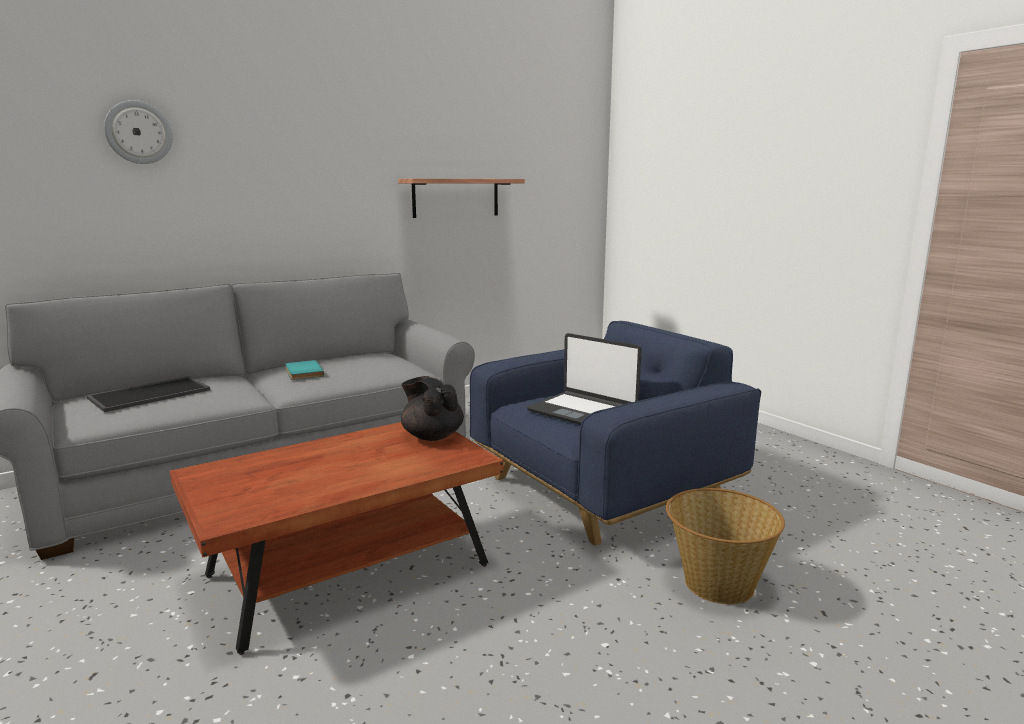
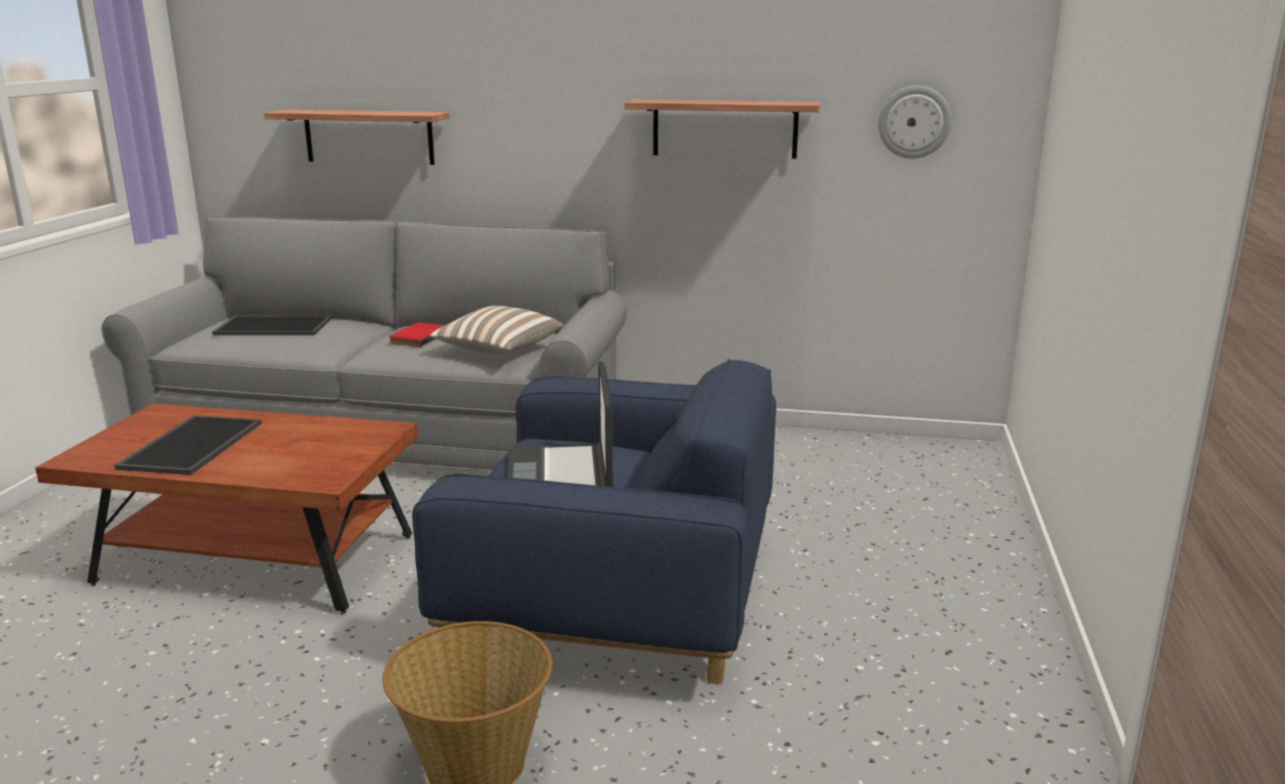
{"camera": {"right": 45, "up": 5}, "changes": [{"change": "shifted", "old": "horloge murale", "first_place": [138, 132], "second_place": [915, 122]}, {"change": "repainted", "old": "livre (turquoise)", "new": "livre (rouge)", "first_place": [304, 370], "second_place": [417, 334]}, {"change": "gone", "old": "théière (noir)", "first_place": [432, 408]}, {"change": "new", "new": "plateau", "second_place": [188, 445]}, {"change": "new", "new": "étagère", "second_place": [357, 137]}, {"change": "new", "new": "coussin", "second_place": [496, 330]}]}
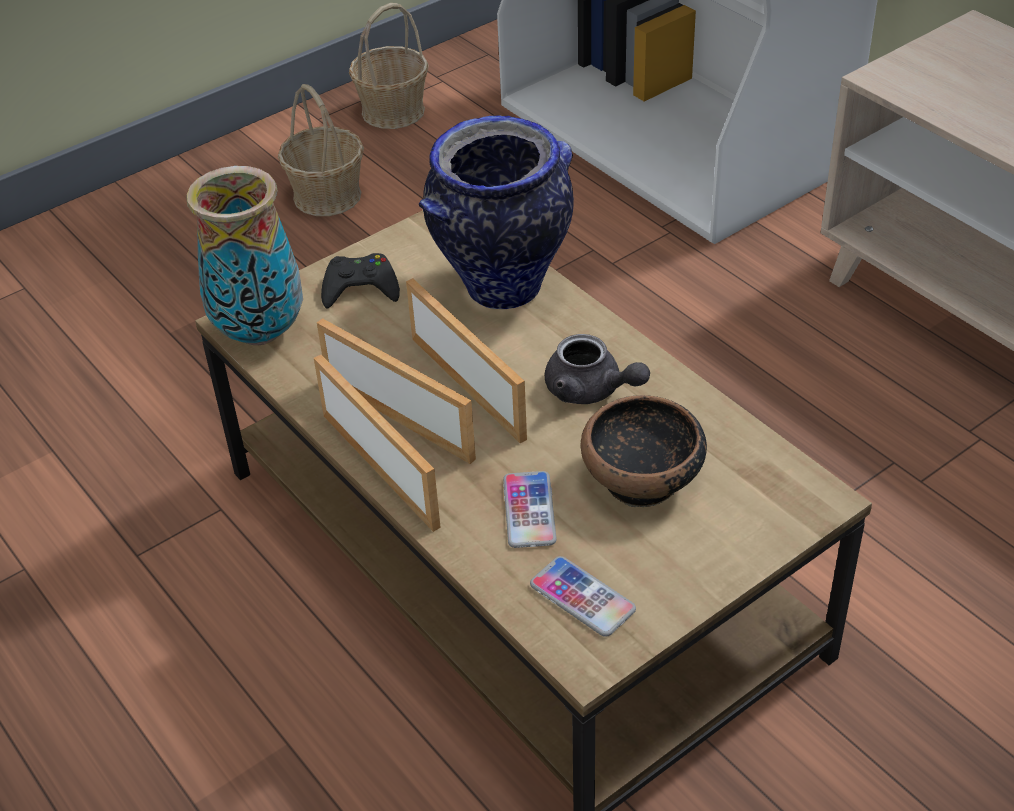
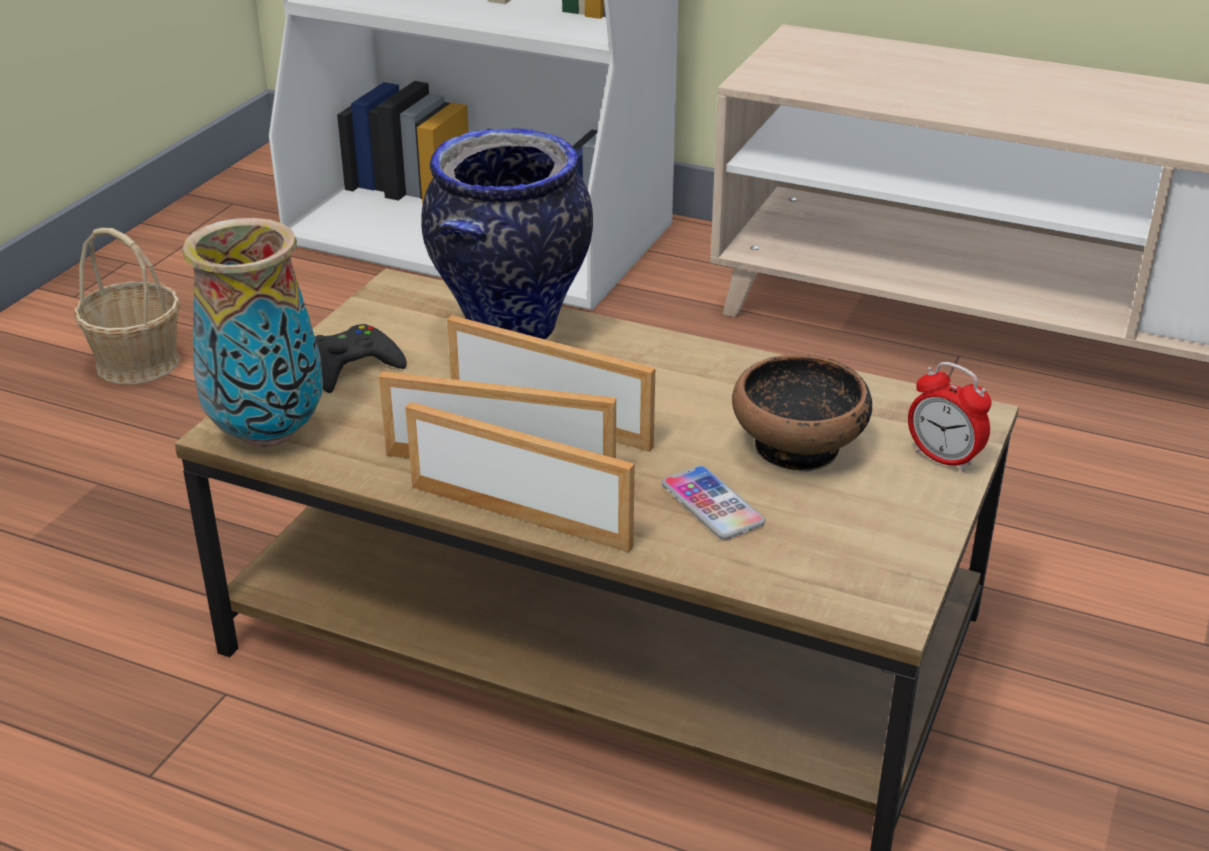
{"camera": {"right": -30, "up": -10}, "changes": [{"change": "gone", "old": "panier", "first_place": [389, 66]}, {"change": "gone", "old": "téléphone", "first_place": [583, 596]}, {"change": "gone", "old": "théière (gris)", "first_place": [597, 369]}, {"change": "new", "new": "réveil", "second_place": [949, 417]}]}
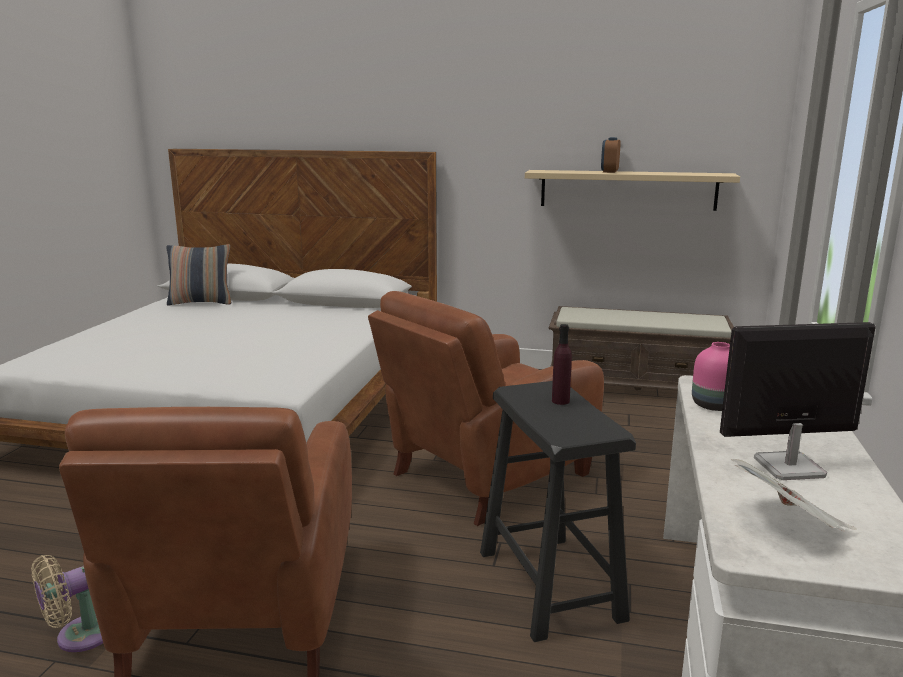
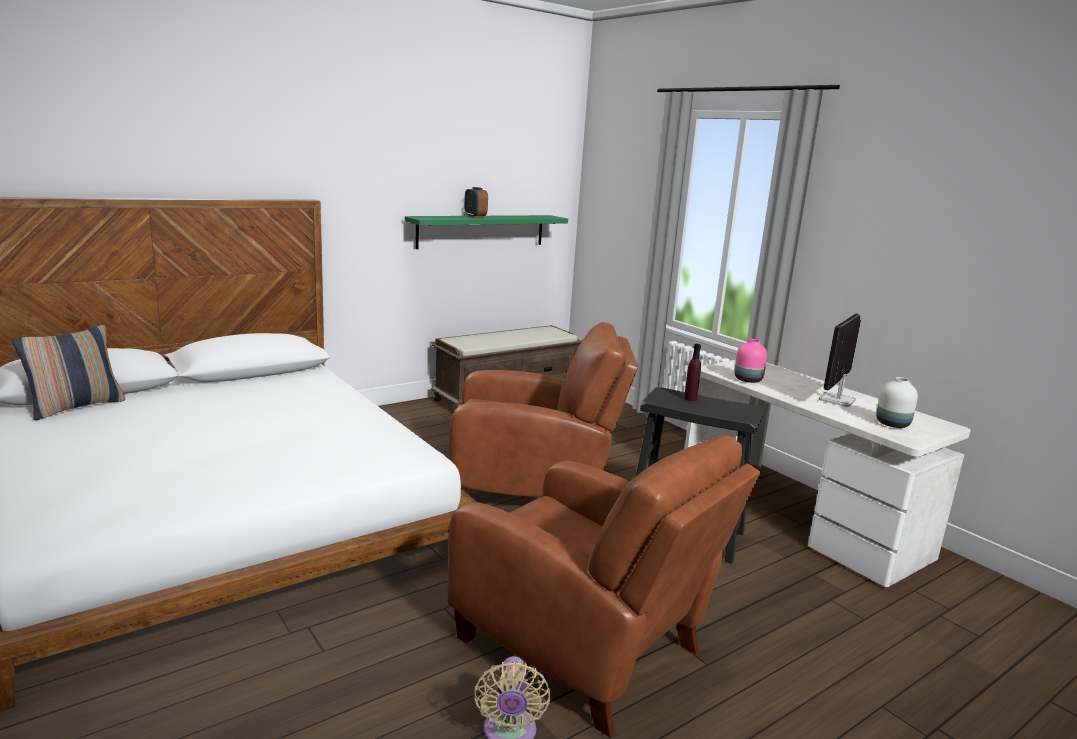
{"camera": {"right": -50, "up": 0}, "changes": [{"change": "rotated", "old": "fauteuil (marron)", "first_place": [486, 408], "second_place": [543, 409], "degrees": -90}, {"change": "repainted", "old": "étagère (beige)", "new": "étagère (vert)", "first_place": [632, 190], "second_place": [486, 232]}, {"change": "swapped", "old": "journal", "new": "vase (blanc)", "first_place": [794, 495], "second_place": [897, 402]}]}
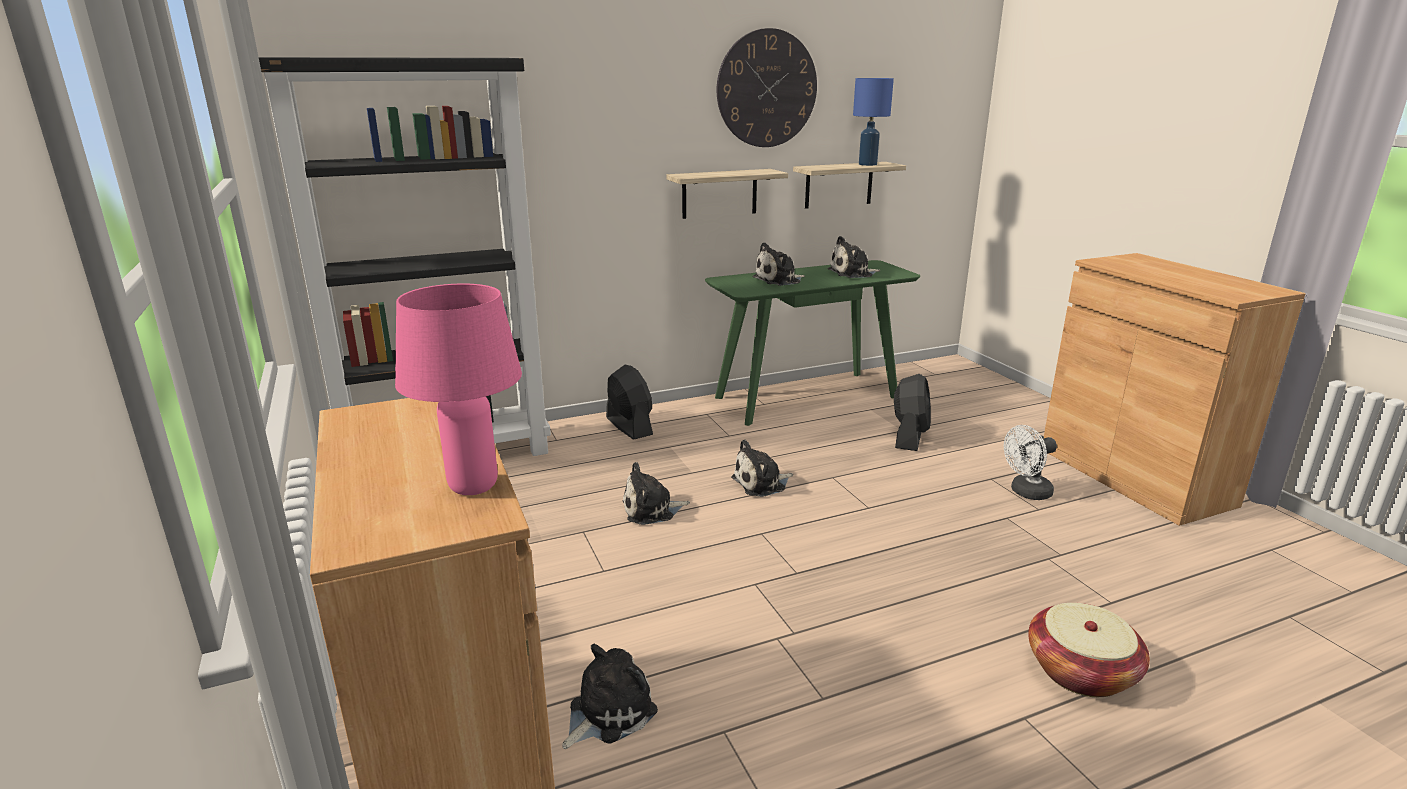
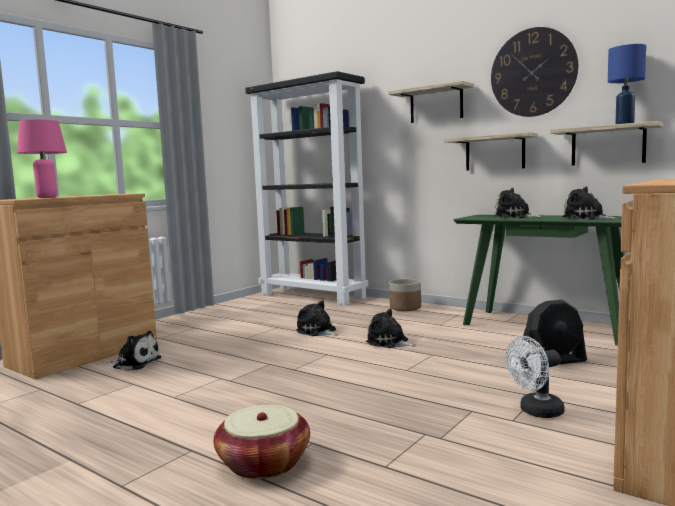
{"camera": {"right": 60, "up": -15}, "changes": [{"change": "swapped", "old": "ventilateur (noir)", "new": "cache-pot", "first_place": [629, 402], "second_place": [405, 295]}, {"change": "rotated", "old": "ventilateur (blanc)", "first_place": [1030, 462], "second_place": [535, 377], "degrees": -60}, {"change": "new", "new": "étagère", "second_place": [431, 102]}]}
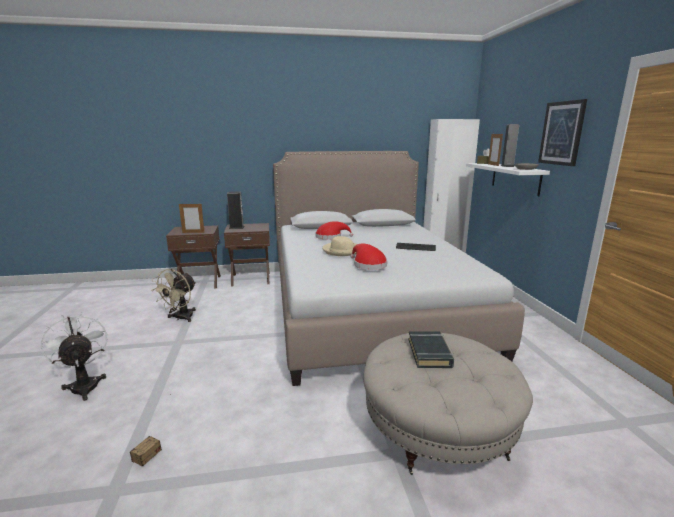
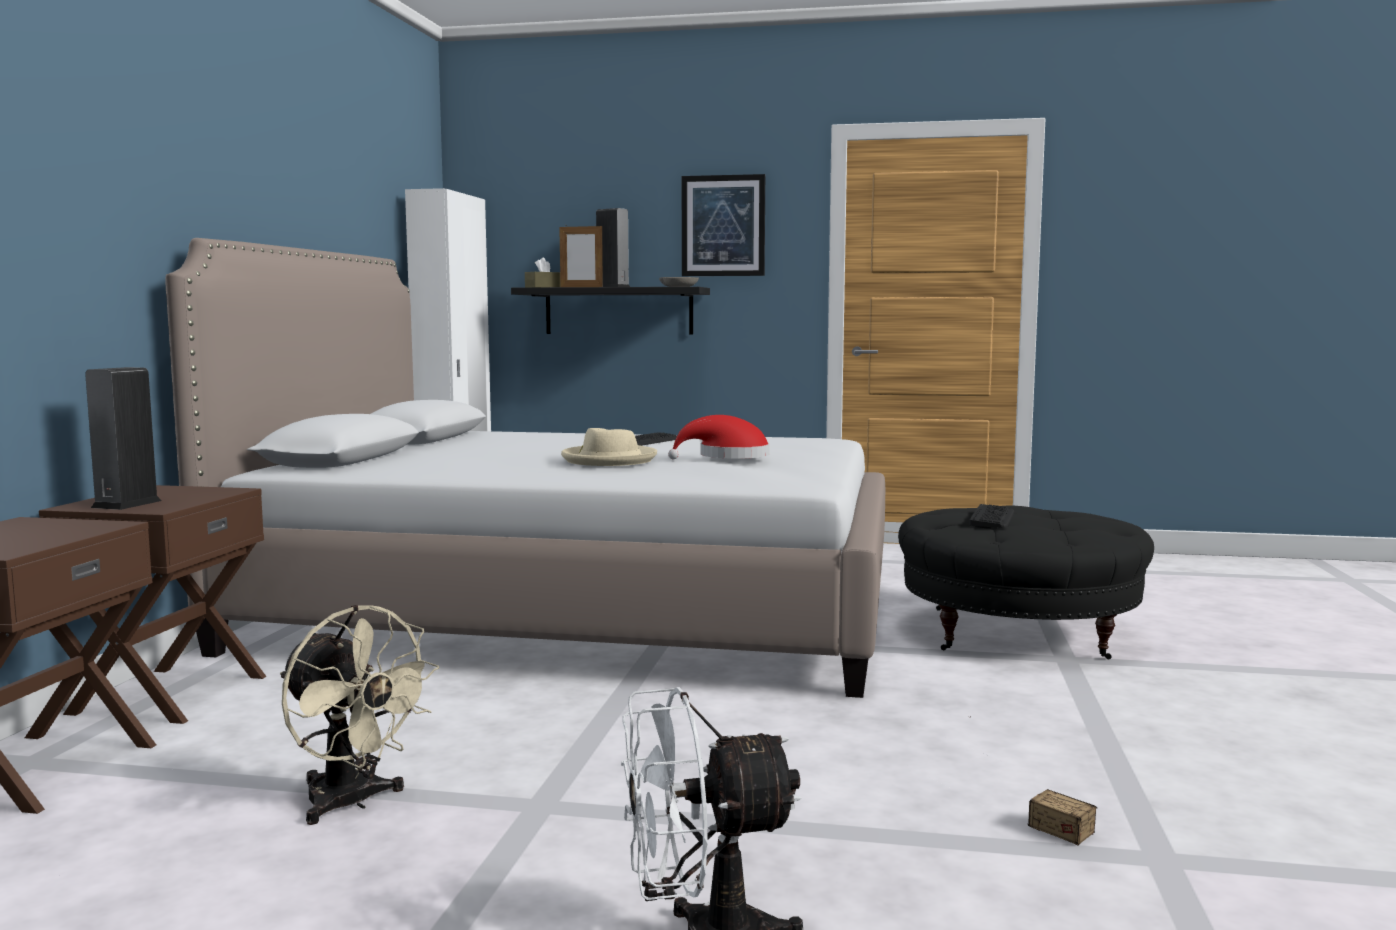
{"camera": {"right": -70, "up": -10}, "changes": [{"change": "gone", "old": "cadre photo", "first_place": [192, 218]}, {"change": "gone", "old": "chapeau (rouge)", "first_place": [334, 230]}, {"change": "repainted", "old": "pouf (beige)", "new": "pouf (noir)", "first_place": [448, 404], "second_place": [1026, 582]}, {"change": "swapped", "old": "livre (noir)", "new": "clavier", "first_place": [431, 349], "second_place": [991, 516]}, {"change": "repainted", "old": "étagère (blanc)", "new": "étagère (noir)", "first_place": [508, 179], "second_place": [610, 310]}]}
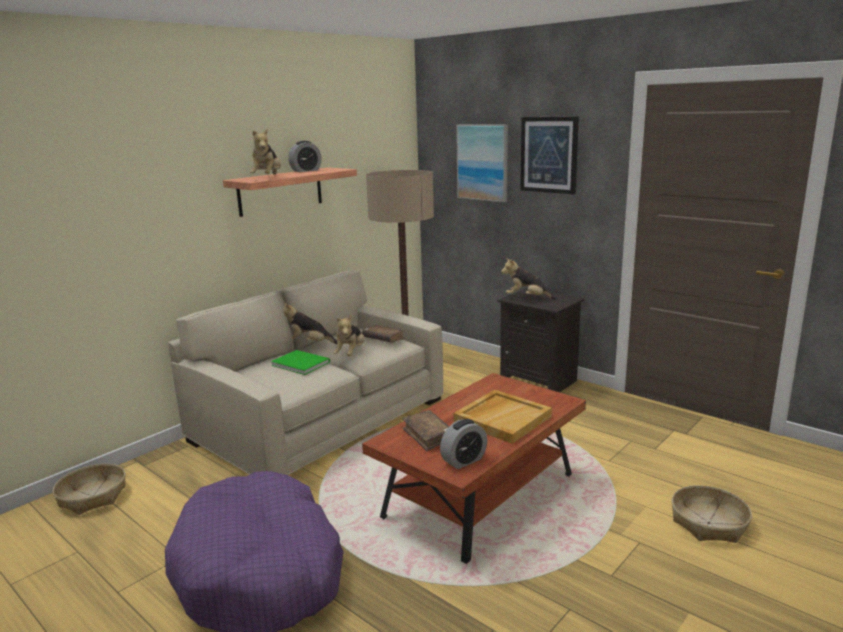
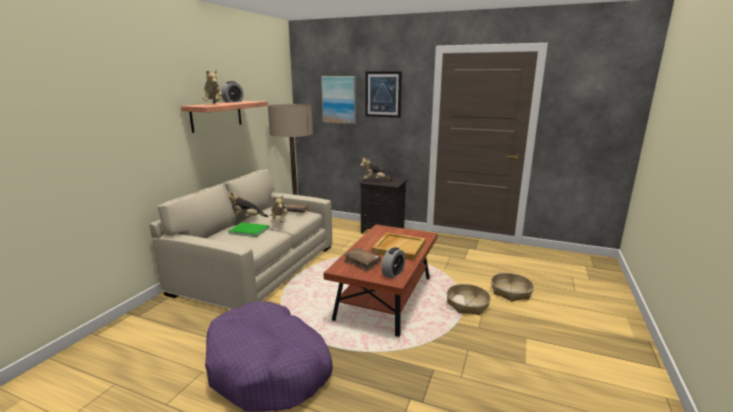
{"camera": {"right": -20, "up": 0}, "changes": [{"change": "shifted", "old": "panier", "first_place": [89, 489], "second_place": [469, 299]}]}
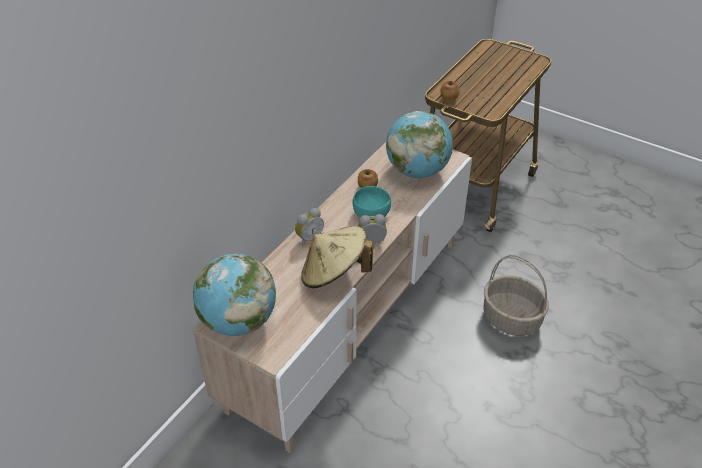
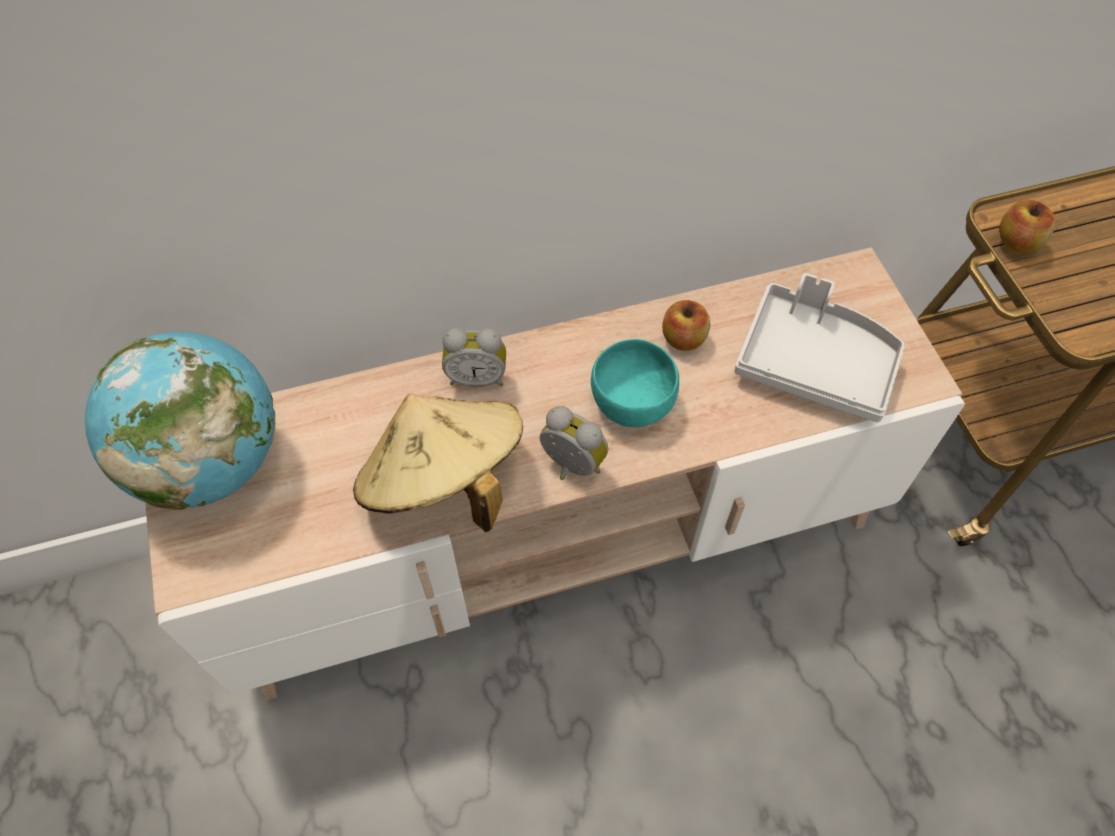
{"camera": {"right": 40, "up": 15}, "changes": [{"change": "swapped", "old": "globe", "new": "plateau (gris)", "first_place": [419, 144], "second_place": [819, 347]}, {"change": "gone", "old": "panier", "first_place": [516, 295]}]}
